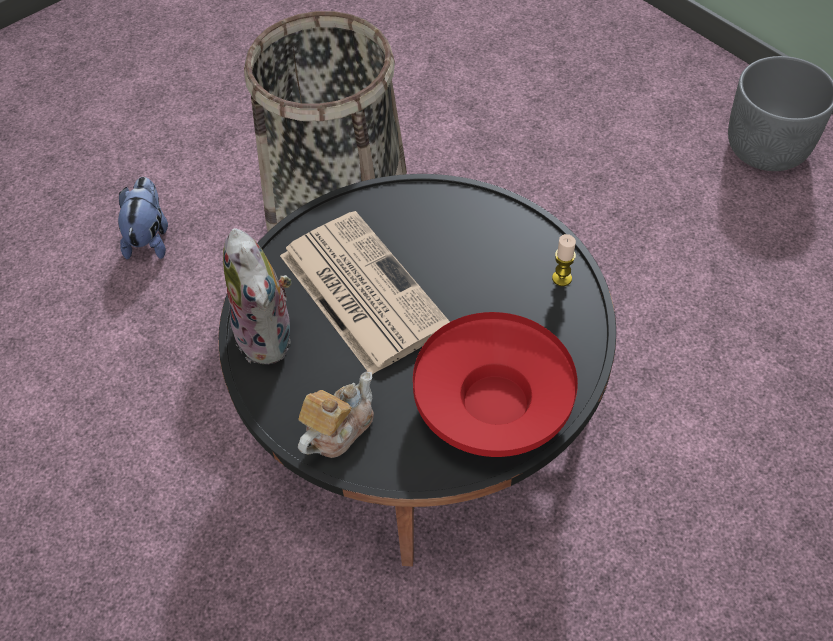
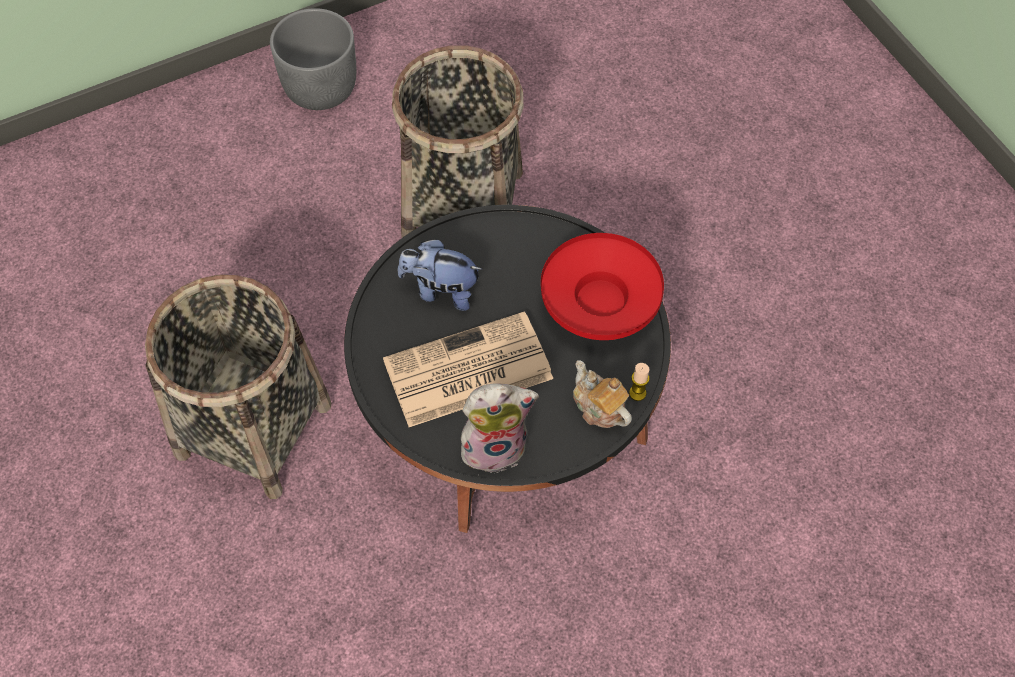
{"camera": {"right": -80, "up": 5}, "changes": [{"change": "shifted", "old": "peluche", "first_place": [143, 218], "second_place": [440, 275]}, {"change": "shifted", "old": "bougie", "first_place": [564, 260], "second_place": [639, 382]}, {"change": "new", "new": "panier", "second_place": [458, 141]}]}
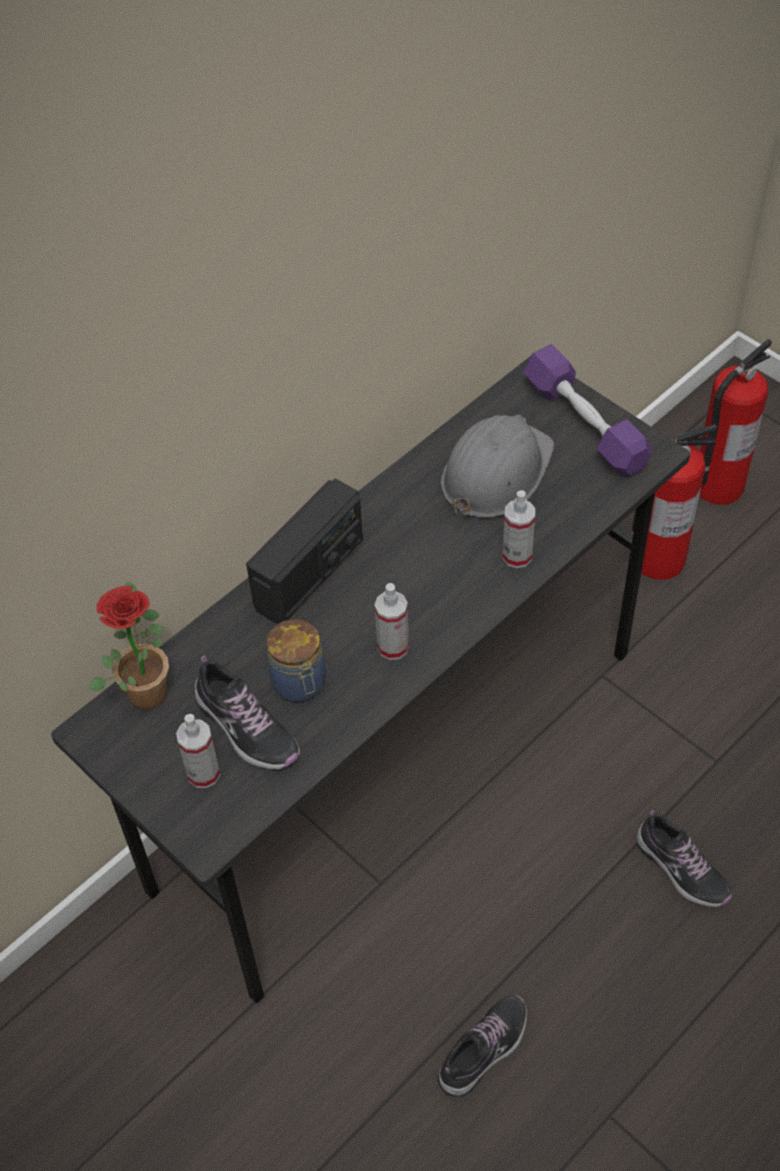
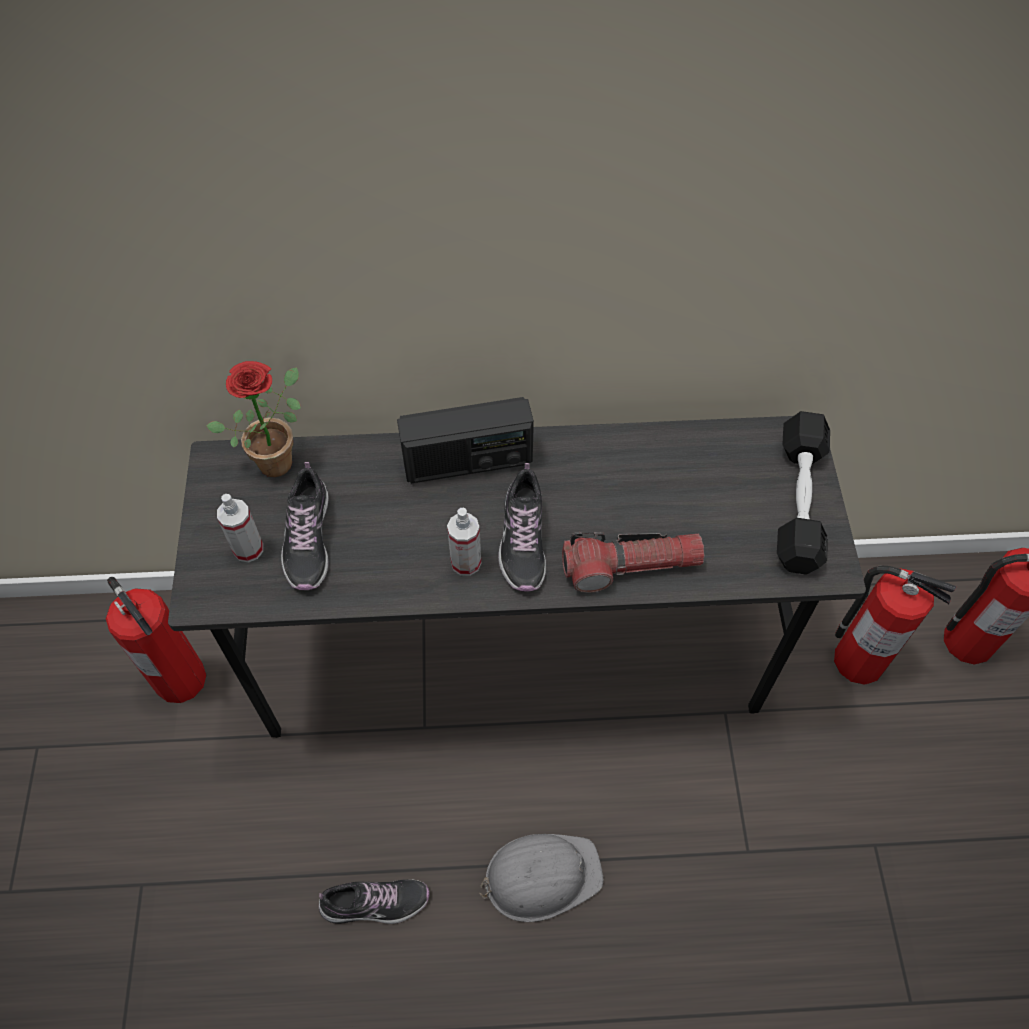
{"camera": {"right": 40, "up": 5}, "changes": [{"change": "gone", "old": "bocal", "first_place": [296, 660]}, {"change": "shifted", "old": "casque de chantier (gris)", "first_place": [497, 466], "second_place": [541, 878]}, {"change": "swapped", "old": "vaporisateur", "new": "lampe de poche", "first_place": [519, 529], "second_place": [633, 562]}, {"change": "repainted", "old": "haltère (violet)", "new": "haltère (noir)", "first_place": [587, 410], "second_place": [803, 493]}, {"change": "shifted", "old": "chaussure", "first_place": [684, 858], "second_place": [522, 527]}, {"change": "new", "new": "extincteur", "second_place": [156, 640]}]}
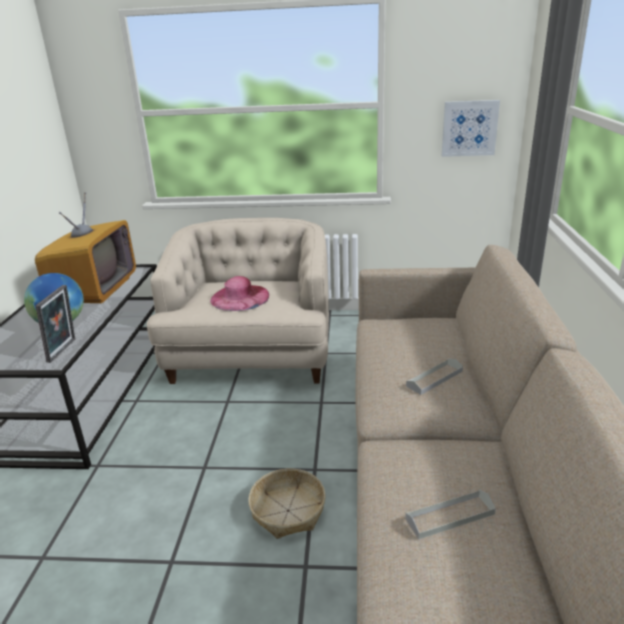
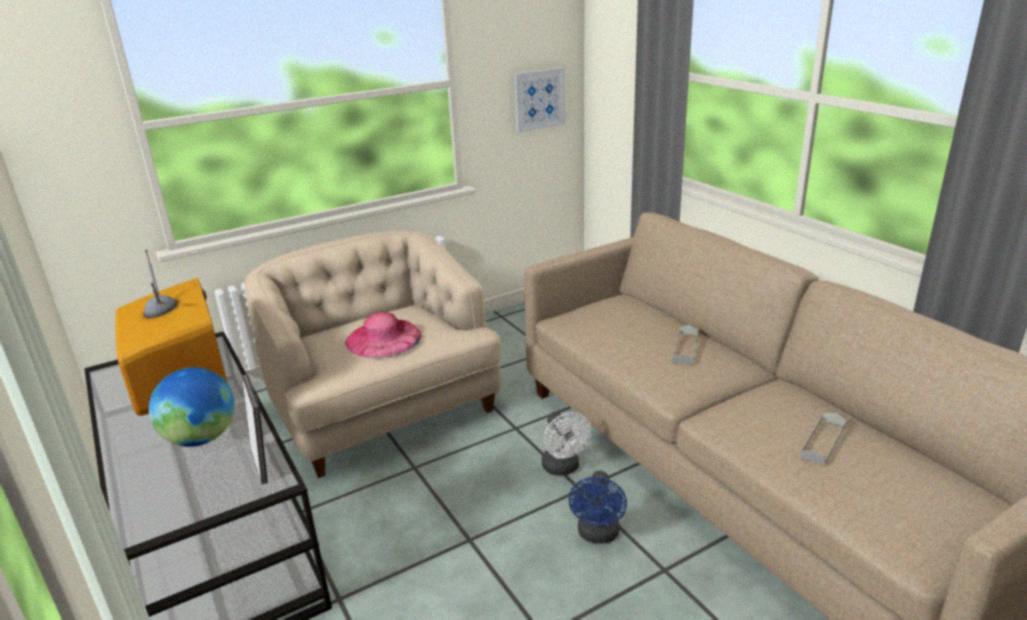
{"camera": {"right": -35, "up": 0}, "changes": [{"change": "swapped", "old": "panier", "new": "ventilateur (bleu)", "first_place": [287, 503], "second_place": [597, 507]}, {"change": "new", "new": "ventilateur (blanc)", "second_place": [567, 444]}]}
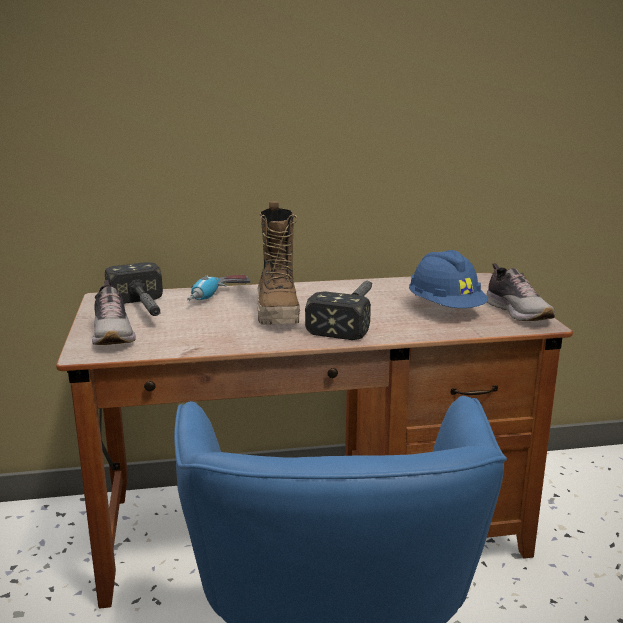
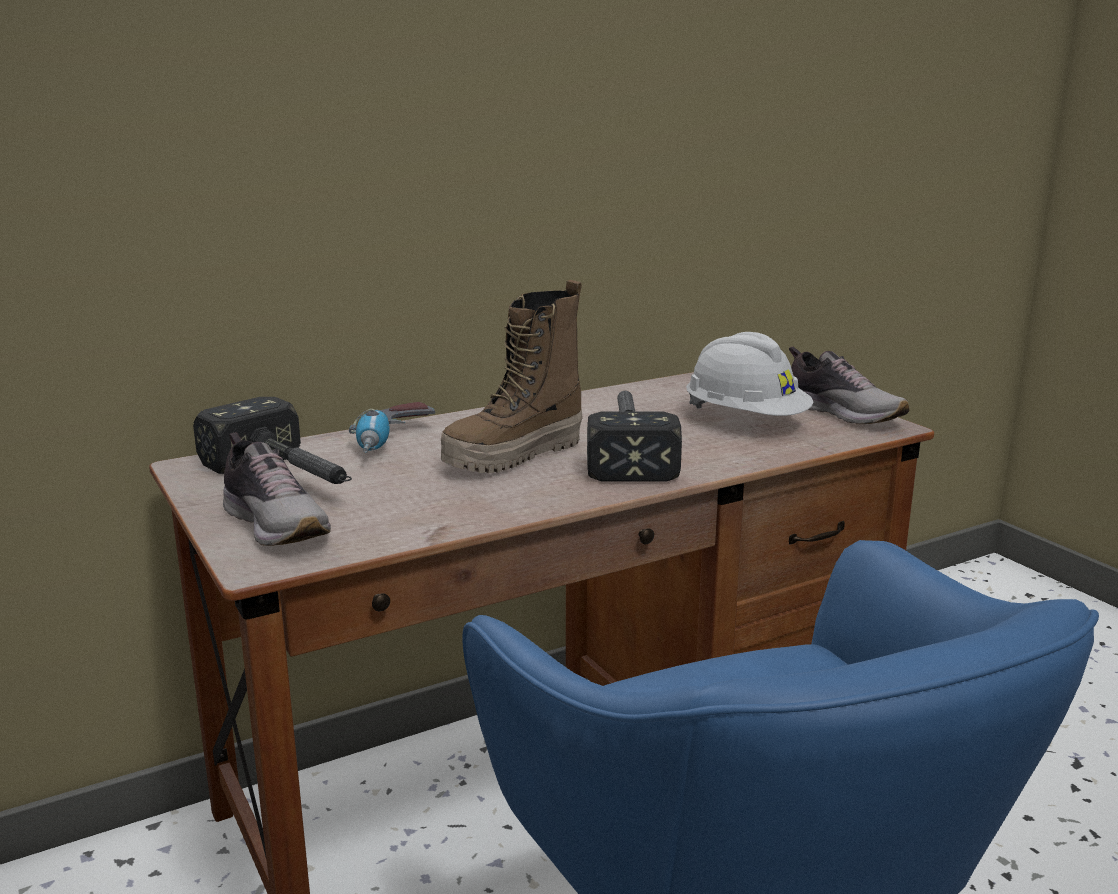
{"camera": {"right": -20, "up": 0}, "changes": [{"change": "rotated", "old": "botte", "first_place": [278, 263], "second_place": [512, 376], "degrees": 75}, {"change": "repainted", "old": "casque de chantier (bleu)", "new": "casque de chantier (blanc)", "first_place": [448, 279], "second_place": [749, 374]}]}
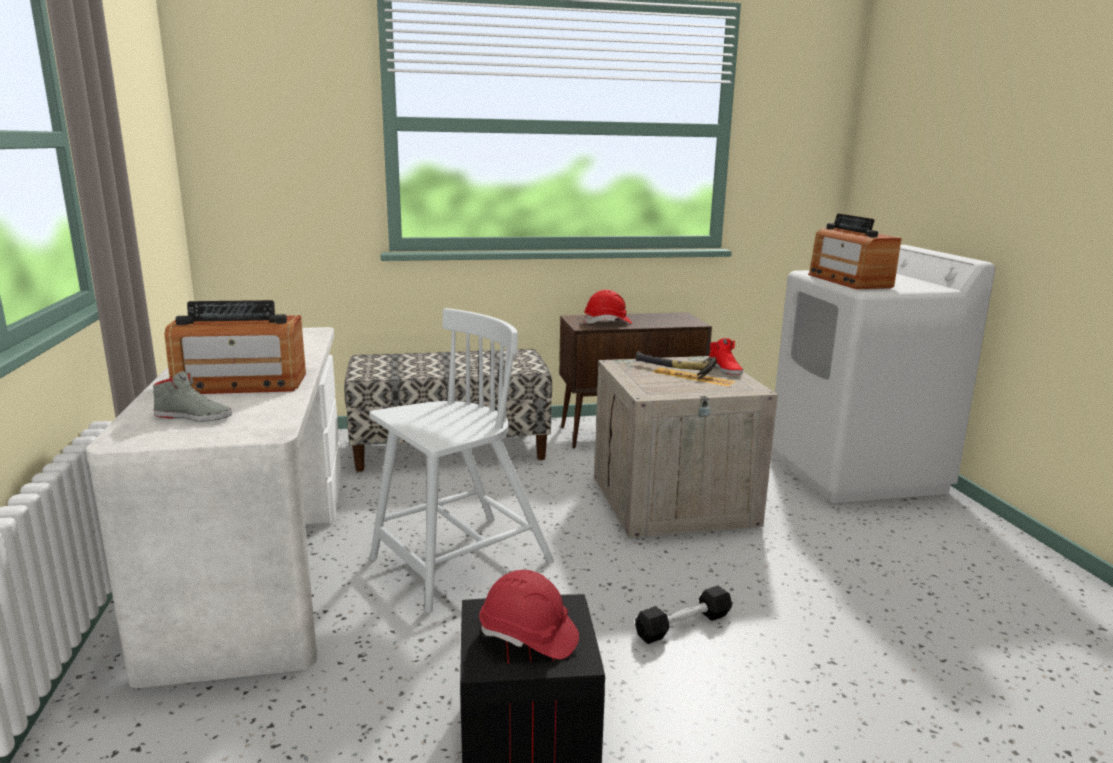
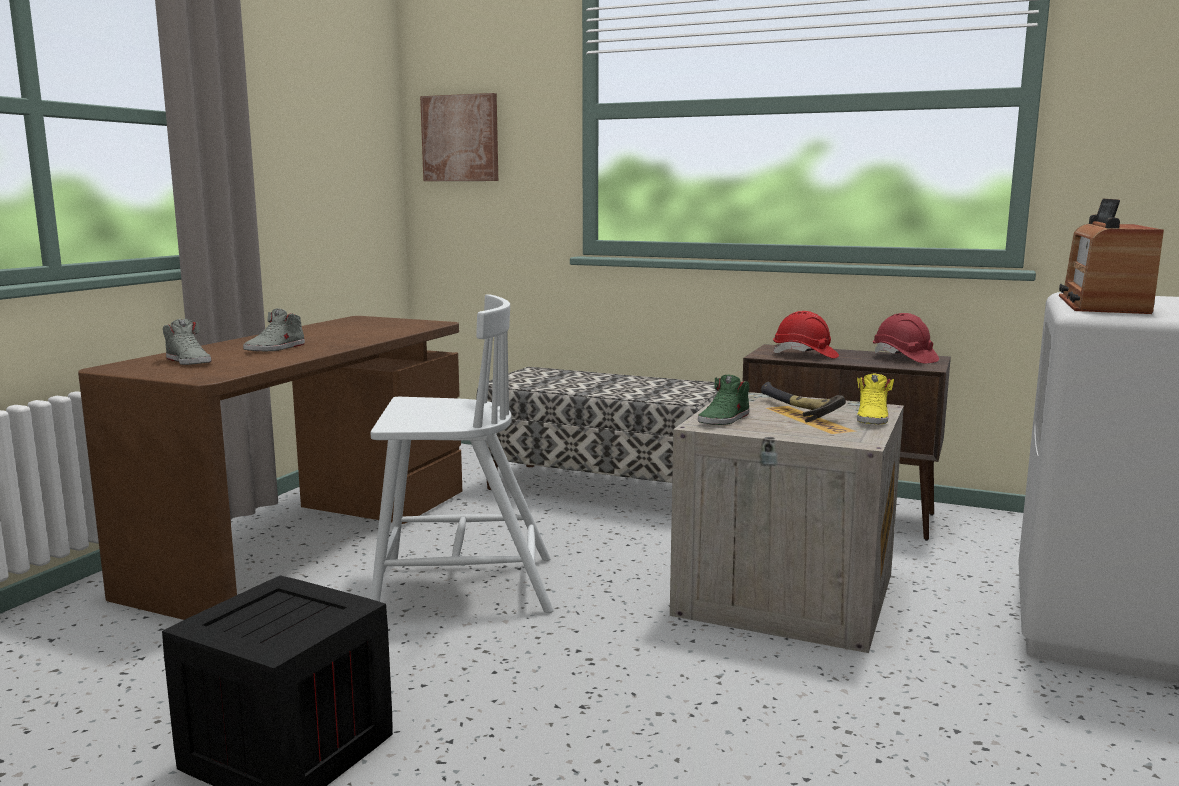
{"camera": {"right": 35, "up": -5}, "changes": [{"change": "repainted", "old": "bureau (blanc)", "new": "bureau (marron)", "first_place": [213, 507], "second_place": [270, 468]}, {"change": "swapped", "old": "radio", "new": "chaussure (gris)", "first_place": [235, 347], "second_place": [274, 329]}, {"change": "shifted", "old": "casque de chantier (rouge)", "first_place": [529, 614], "second_place": [906, 338]}, {"change": "gone", "old": "haltère (noir)", "first_place": [683, 614]}, {"change": "repainted", "old": "chaussure (rouge)", "new": "chaussure (jaune)", "first_place": [726, 356], "second_place": [875, 399]}, {"change": "new", "new": "tableau", "second_place": [459, 137]}, {"change": "new", "new": "chaussure (vert)", "second_place": [723, 400]}]}
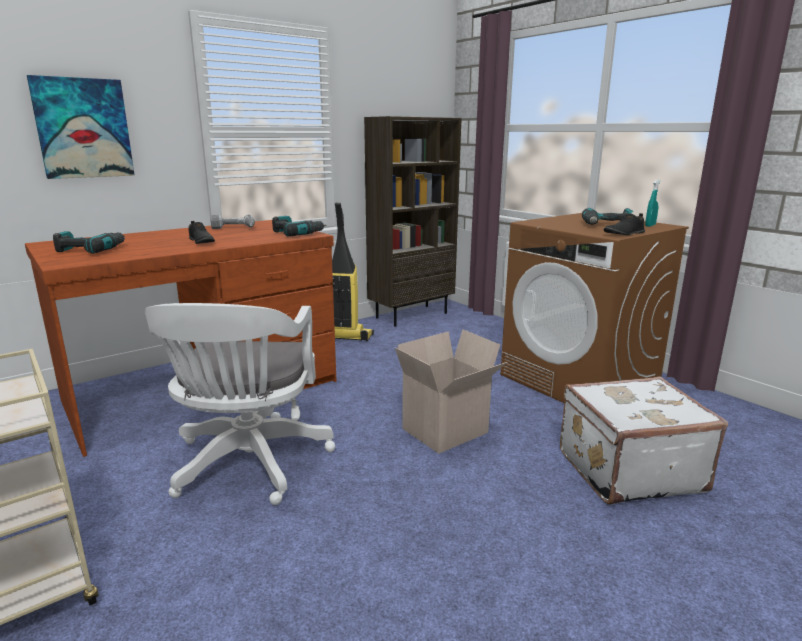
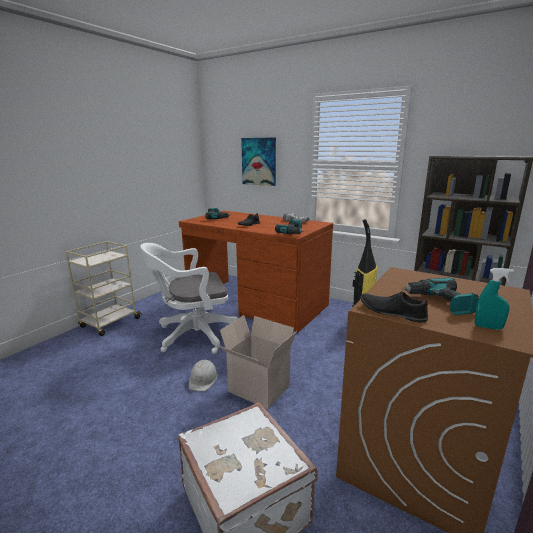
{"camera": {"right": 70, "up": 0}, "changes": [{"change": "new", "new": "casque de chantier (blanc)", "second_place": [203, 375]}]}
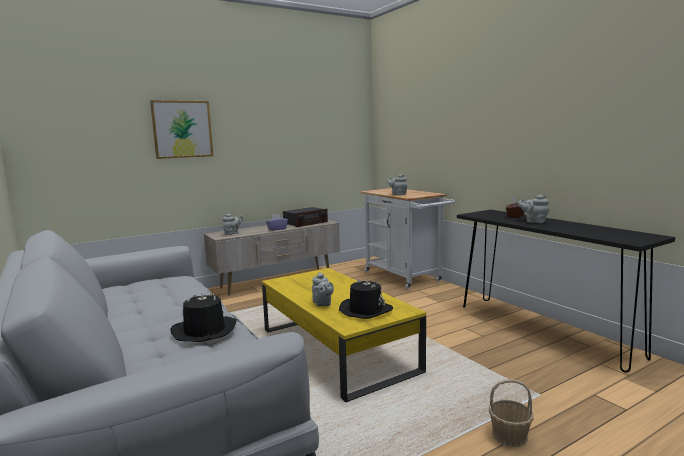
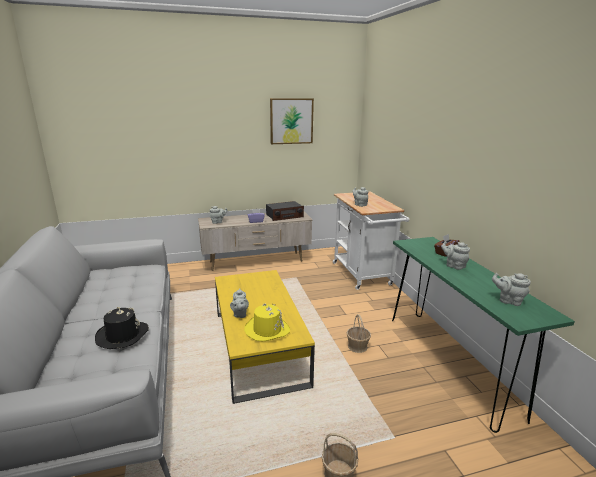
{"camera": {"right": 15, "up": 10}, "changes": [{"change": "shifted", "old": "tableau", "first_place": [181, 129], "second_place": [292, 121]}, {"change": "repainted", "old": "chapeau (noir)", "new": "chapeau (jaune)", "first_place": [366, 299], "second_place": [267, 322]}, {"change": "repainted", "old": "table console (noir)", "new": "table console (vert)", "first_place": [566, 291], "second_place": [483, 335]}, {"change": "new", "new": "panier", "second_place": [359, 333]}, {"change": "new", "new": "théière (gris)", "second_place": [511, 289]}]}
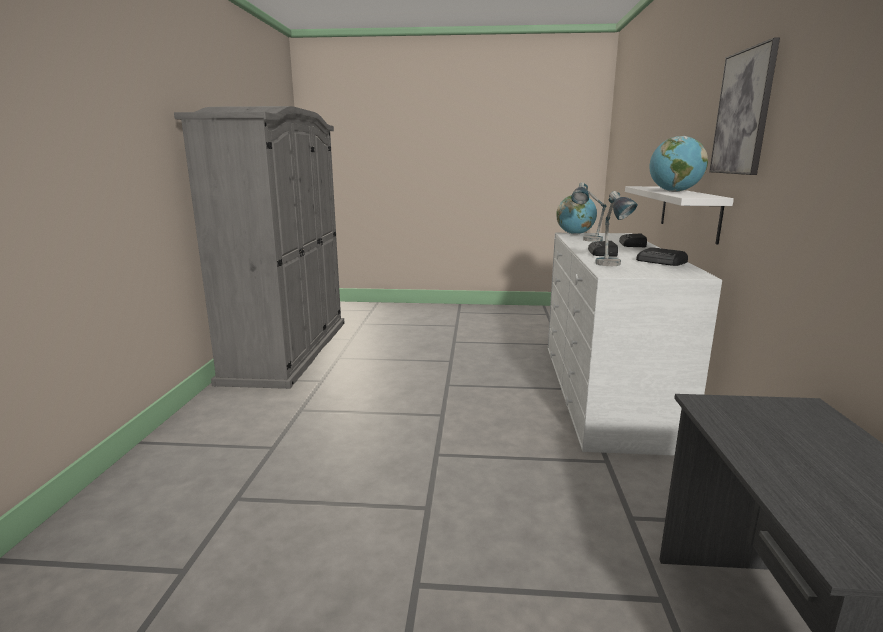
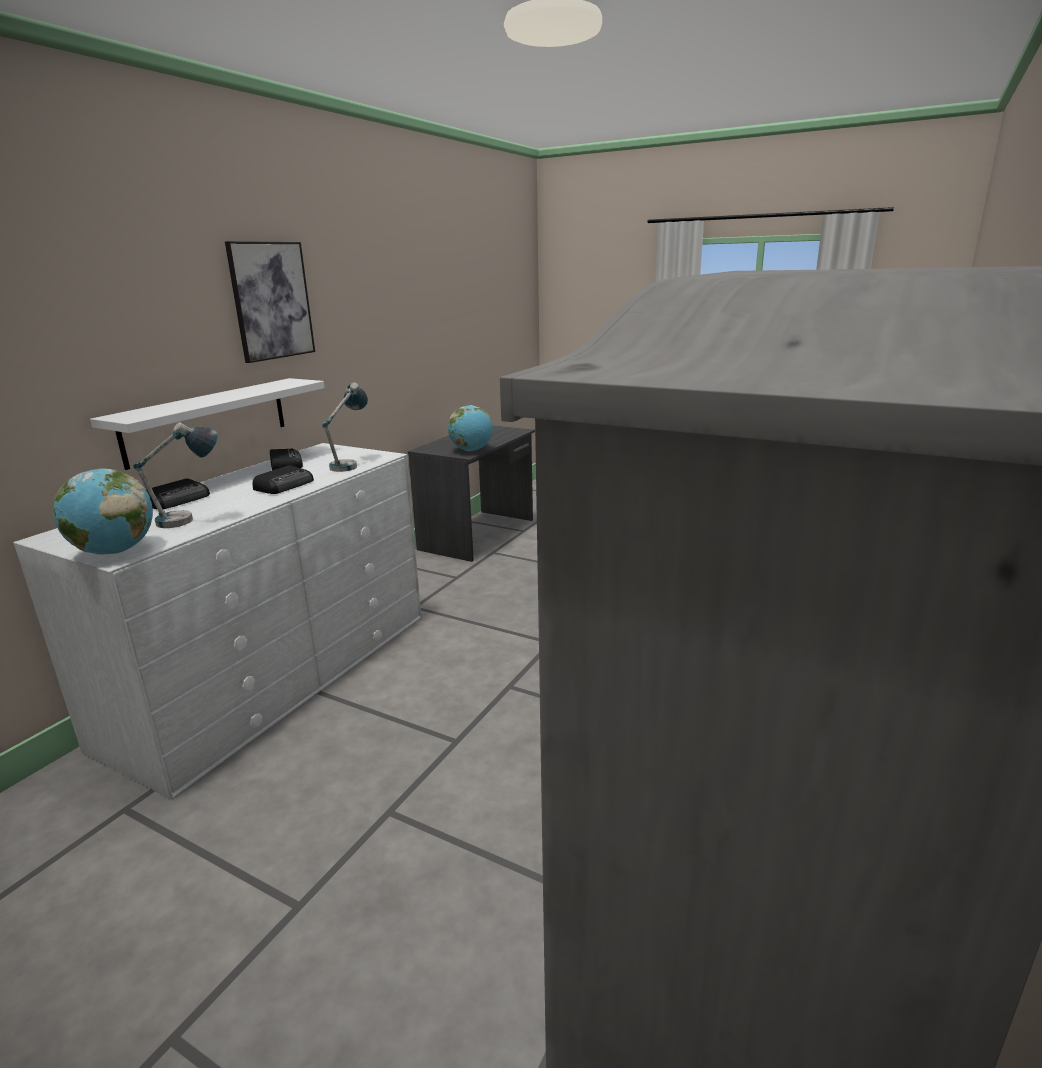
{"camera": {"right": -155, "up": 5}, "changes": [{"change": "shifted", "old": "globe", "first_place": [678, 164], "second_place": [470, 428]}]}
